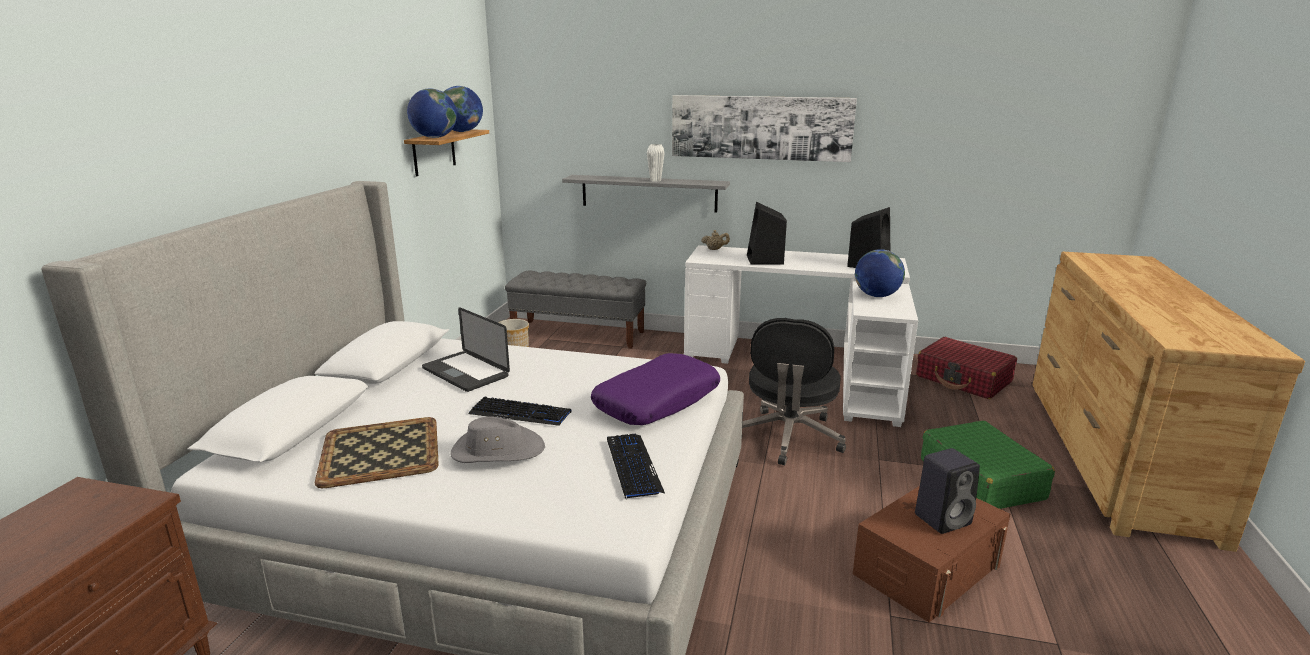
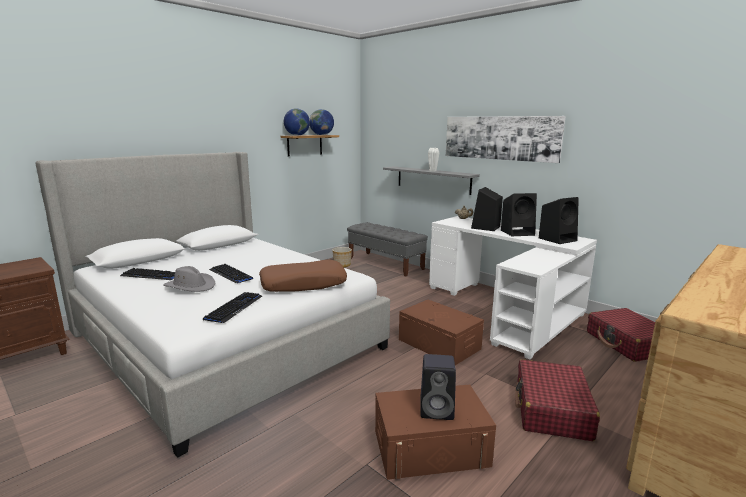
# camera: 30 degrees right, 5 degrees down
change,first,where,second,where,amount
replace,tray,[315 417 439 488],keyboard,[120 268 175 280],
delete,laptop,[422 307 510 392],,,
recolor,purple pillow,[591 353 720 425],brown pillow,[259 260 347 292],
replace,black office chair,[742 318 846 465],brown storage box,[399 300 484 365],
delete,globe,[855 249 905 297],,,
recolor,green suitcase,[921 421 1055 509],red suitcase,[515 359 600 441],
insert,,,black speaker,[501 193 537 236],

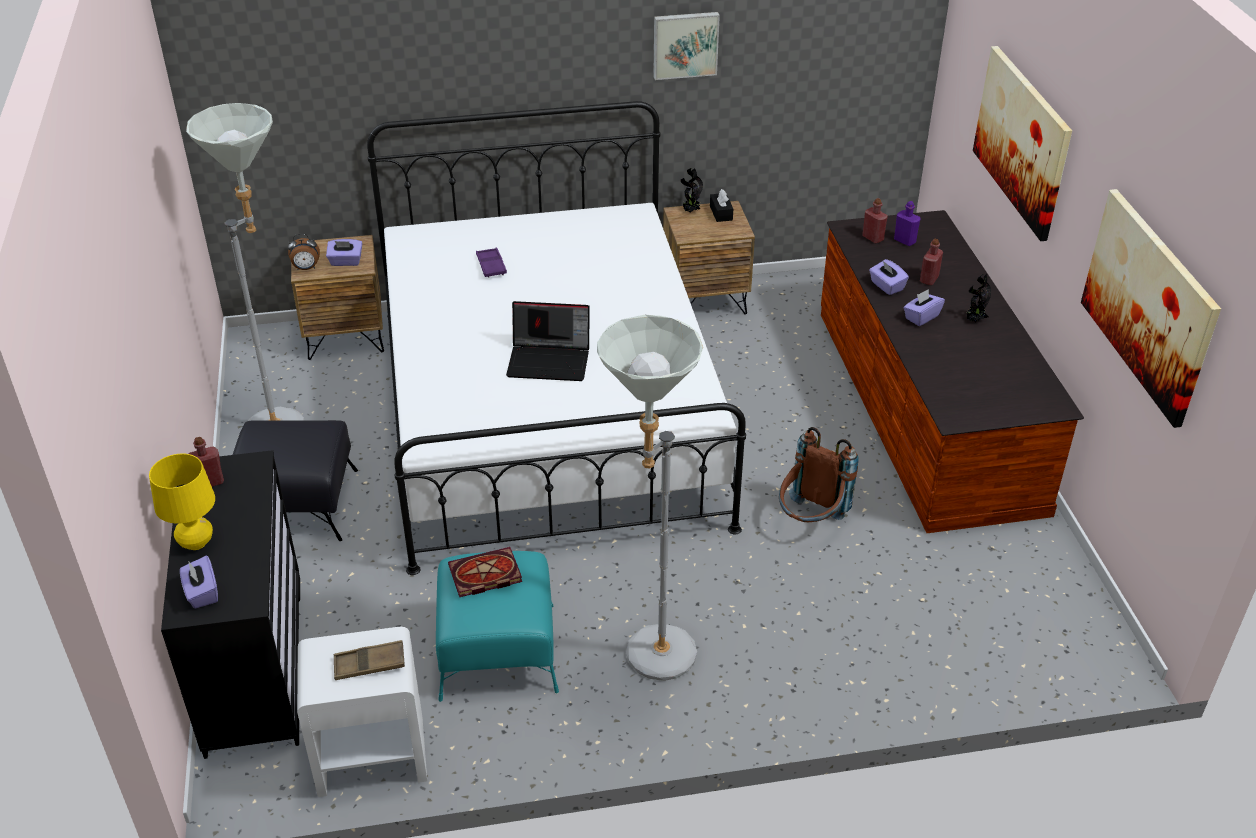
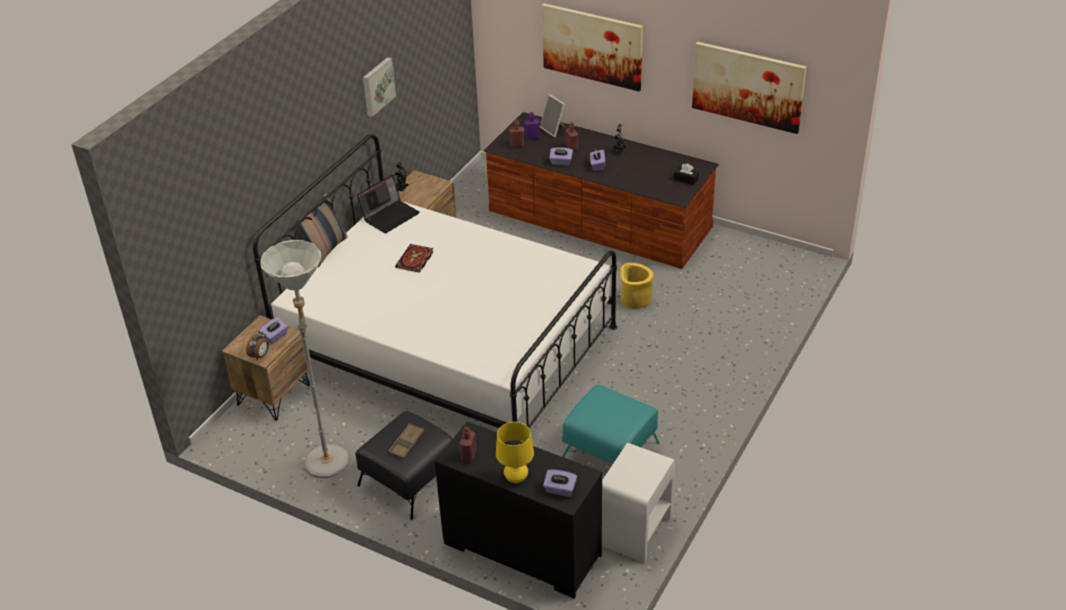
# camera: 50 degrees left, 0 degrees up
change,first,where,second,where,amount
move,brown tray,[333 640 405 680],,[388 423 424 459],
move,book,[448 547 522 597],,[395 244 434 273],
delete,purple tray,[476 248 507 278],,,
move,laptop,[506 301 590 381],,[357 175 420 233],
delete,grey floor lamp,[597 315 703 681],,,
move,black tissue box,[710 189 733 222],,[674 163 699 185],
replace,brown backpack,[779 427 859 522],yellow planter,[620 263 653 309],
insert,,,pillow,[296 193 348 267],
insert,,,picture frame,[540 94 566 137],

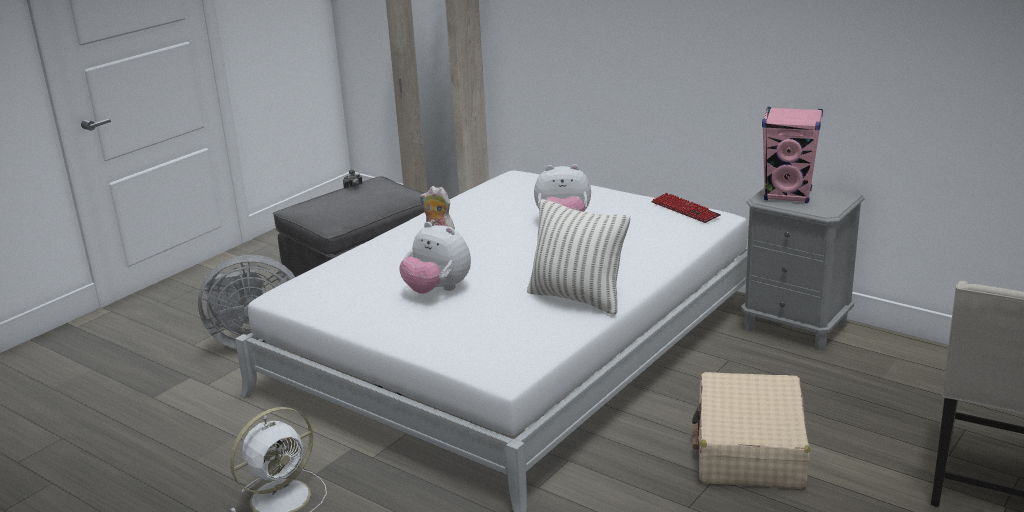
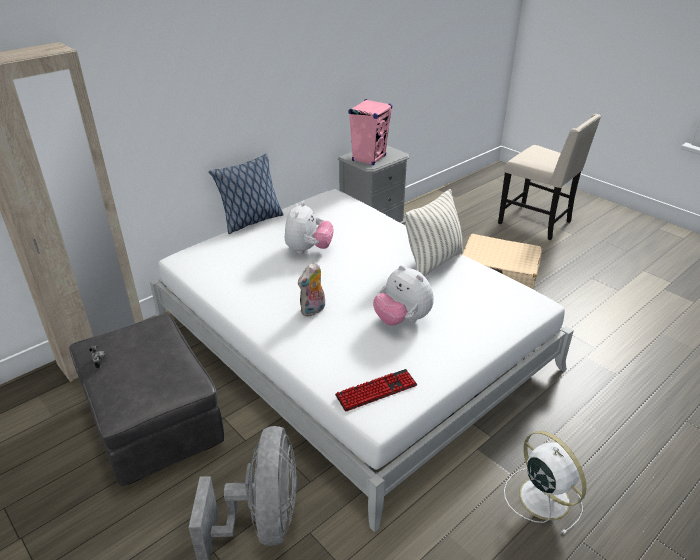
# camera: 80 degrees left, 10 degrees up
change,first,where,second,where,amount
rotate,plush toy,[399 222 471 294],,[373 265 434 326],90 degrees clockwise
move,keyboard,[651 193 721 223],,[335 369 417 412],
insert,,,pillow,[209 154 283 234],

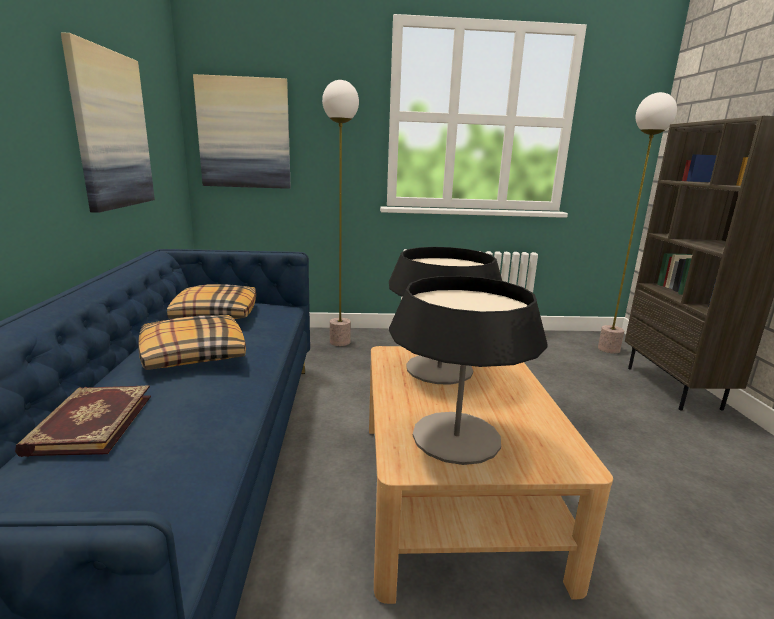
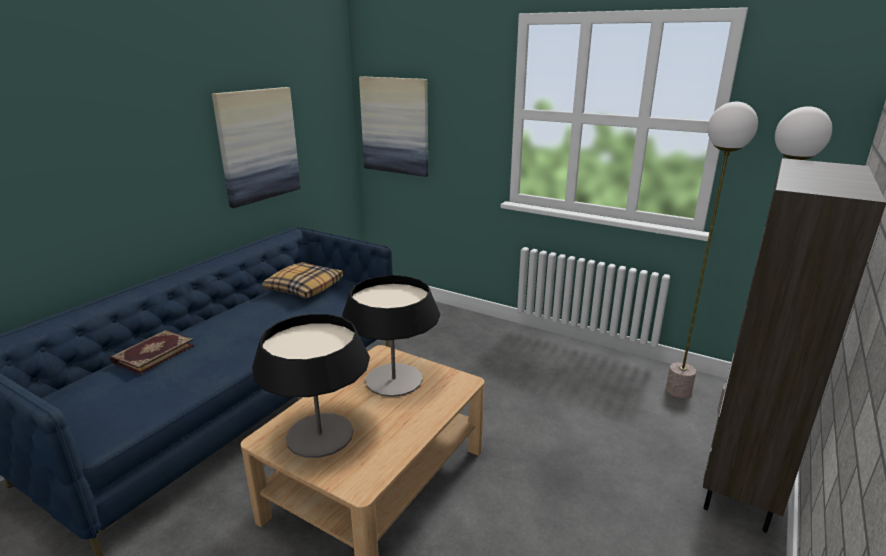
# camera: 35 degrees right, 5 degrees up
change,first,where,second,where,amount
delete,pillow,[138 315 246 370],,,
move,floor lamp,[322 80 359 346],,[666 102 758 398],

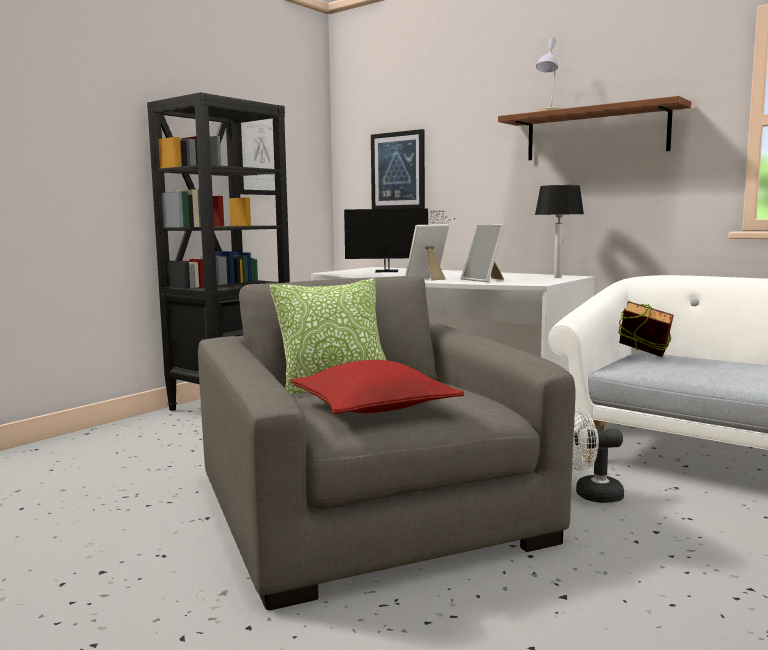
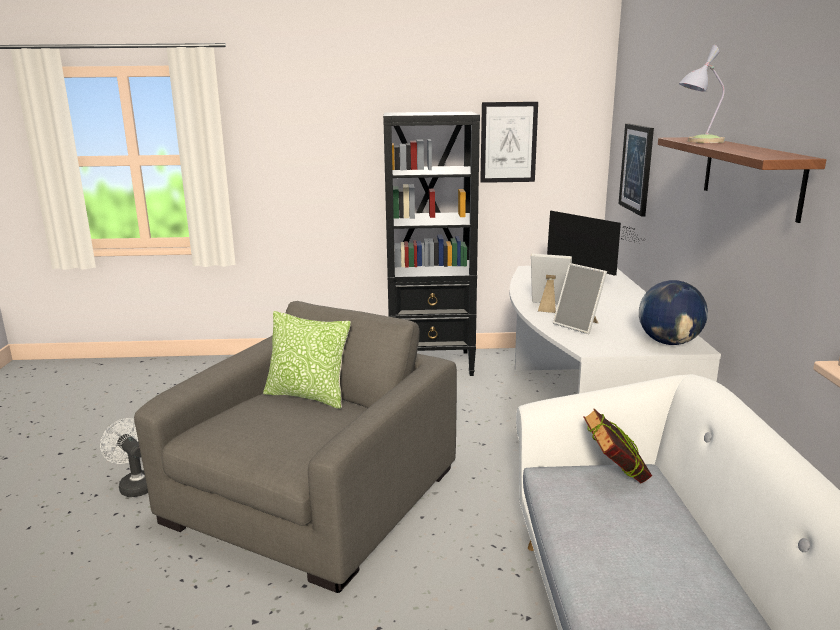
# camera: 50 degrees right, 10 degrees up
change,first,where,second,where,amount
delete,red pillow,[290 360 464 414],,,
rotate,picture frame,[461 224 505 282],,[553 263 607 334],60 degrees counterclockwise
replace,table lamp,[535 185 584 278],globe,[639 280 708 345],
move,white fan,[572 409 624 503],,[100 418 148 497],

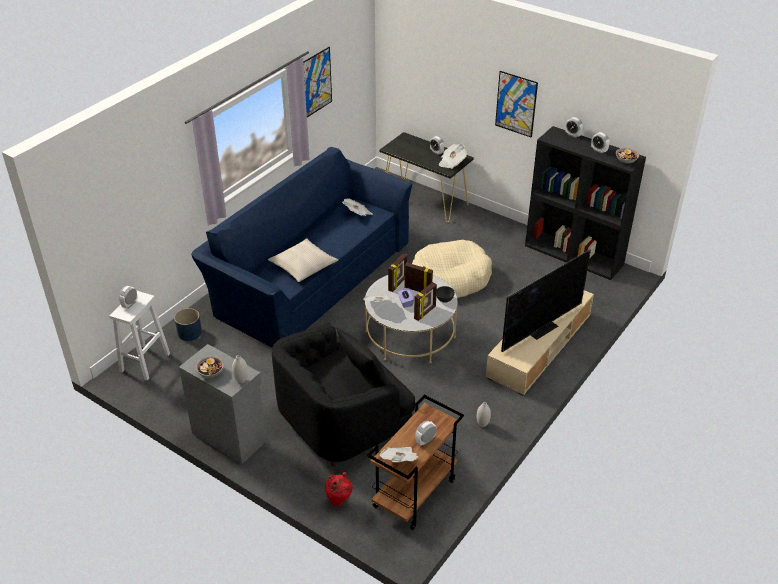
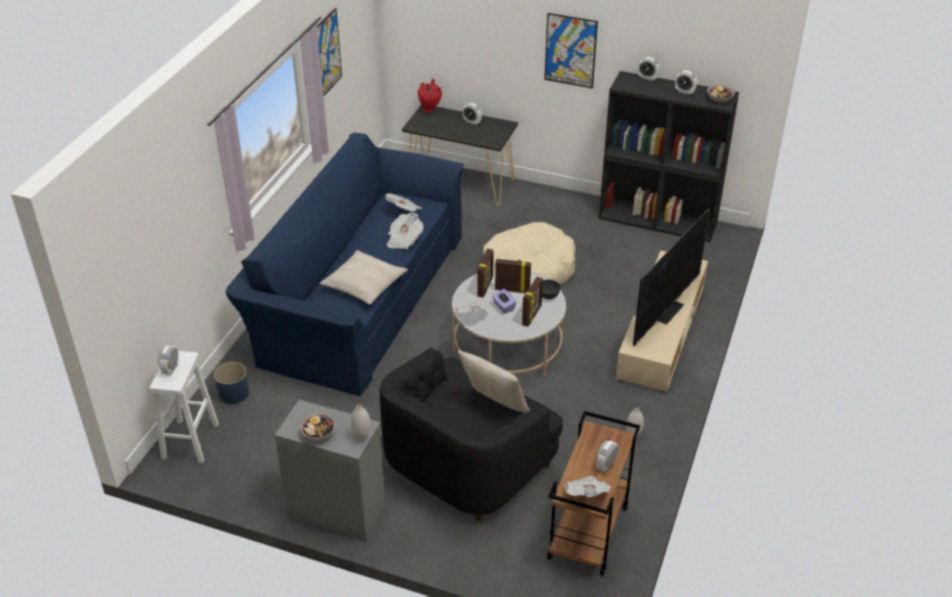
# camera: 15 degrees left, 0 degrees up
change,first,where,second,where,amount
move,red vase,[325 472 353 506],,[418 79 442 113],
recolor,black pillow,[336 328 388 386],beige pillow,[457 350 530 413],
move,newspaper,[439 144 467 169],,[387 213 423 249],

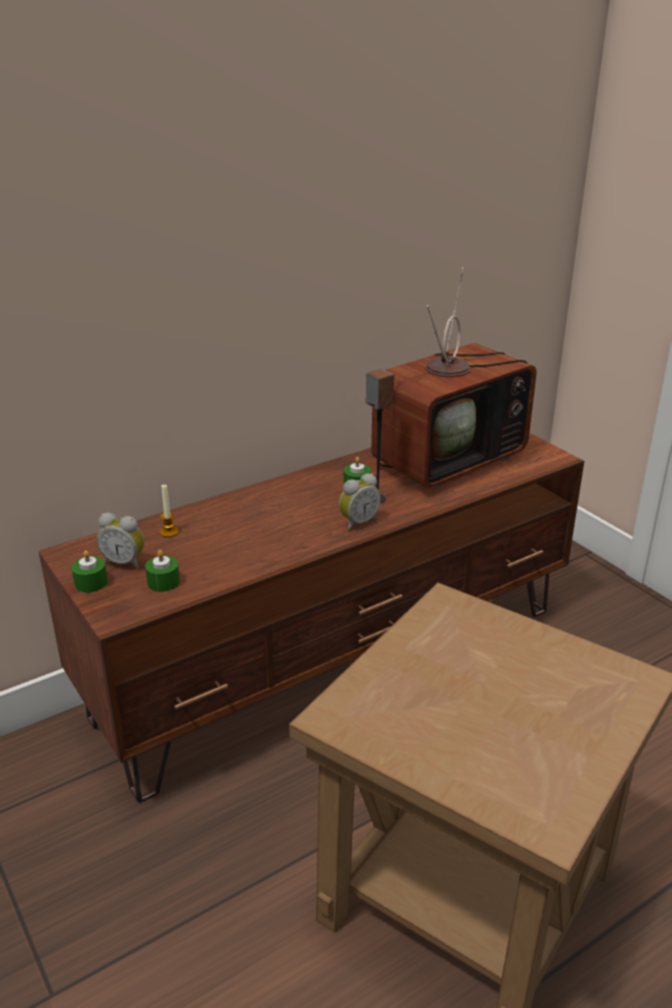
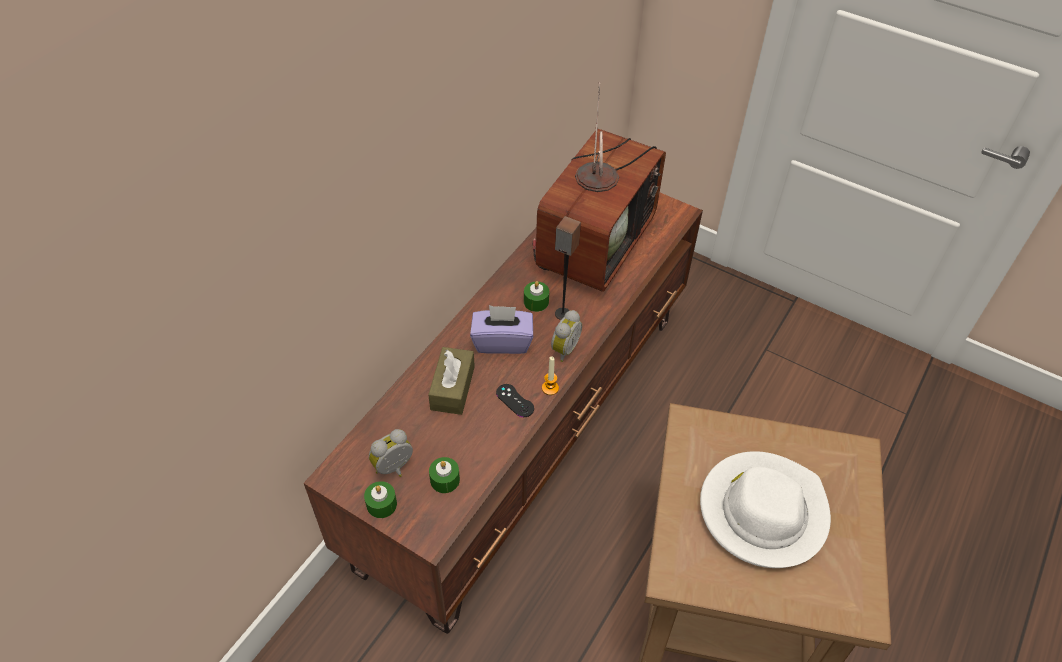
# camera: 25 degrees left, 20 degrees up
change,first,where,second,where,amount
rotate,alarm clock,[97 513 144 569],,[369 429 413 477],150 degrees clockwise
move,candle,[160 484 179 537],,[542 356 559 395],
insert,,,brown tissue box,[428 347 475 415],
insert,,,purple tissue box,[470 305 533 354],
insert,,,black game controller,[496 384 534 417],
insert,,,white hat,[700 451 831 568],

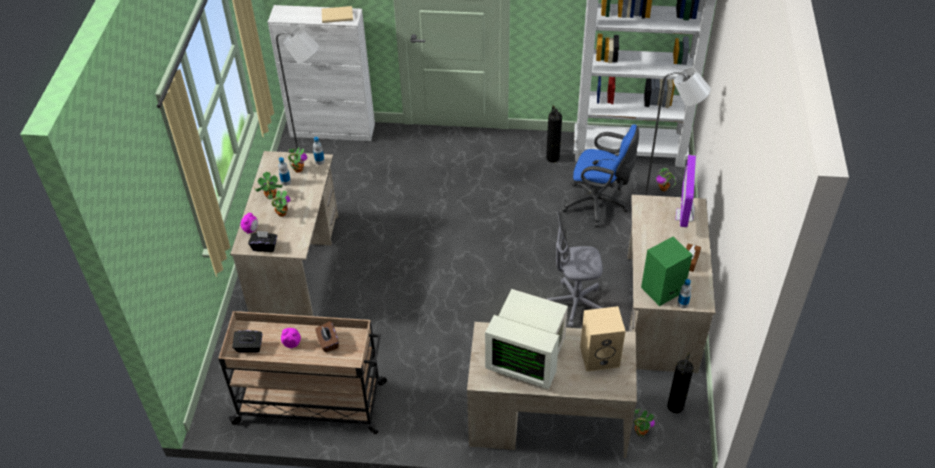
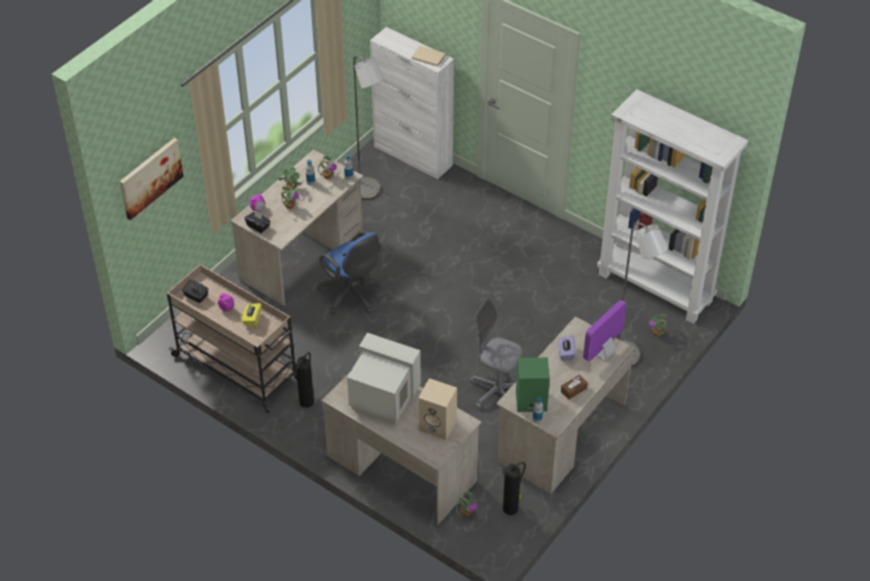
# camera: 30 degrees right, 0 degrees up
change,first,where,second,where,amount
recolor,brown tissue box,[315 321 339 352],yellow tissue box,[242 303 262 327],
rotate,monitor,[485 289 568 389],,[347 333 421 424],150 degrees clockwise
move,fire extinguisher,[546 105 562 163],,[295 352 314 408],
move,blue office chair,[561 124 639 227],,[316 231 381 315],
insert,,,picture,[120 138 184 220],
insert,,,purple tissue box,[558 336 575 361],

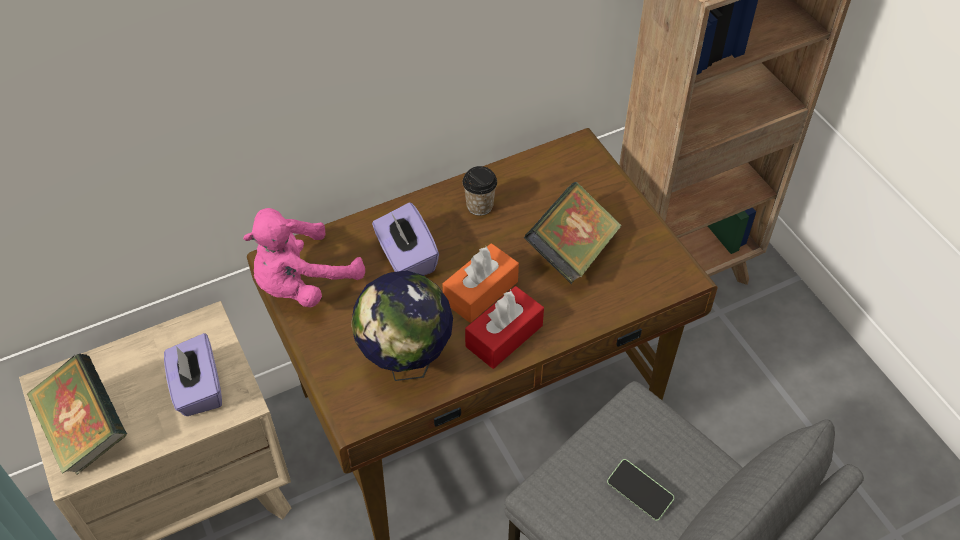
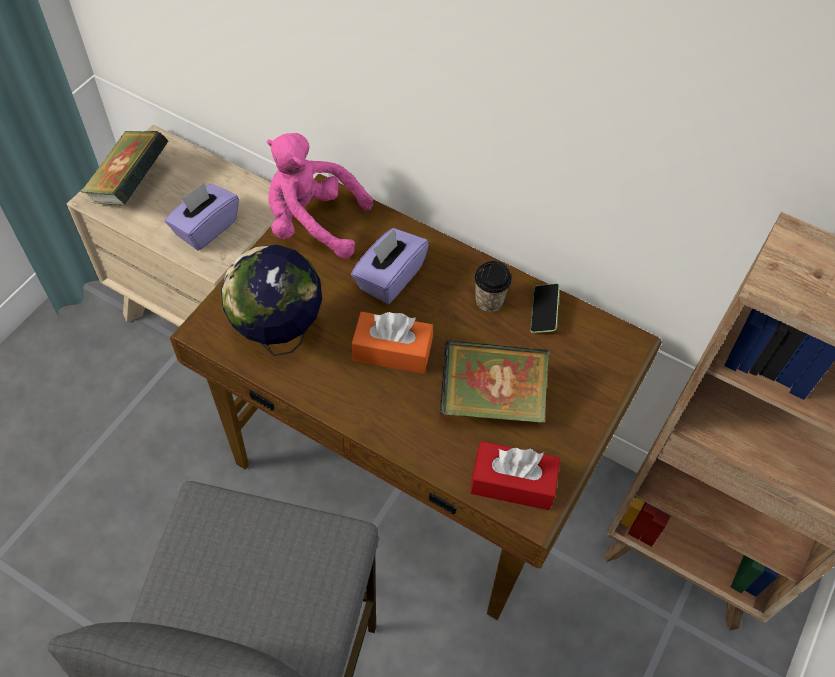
# camera: 55 degrees right, 5 degrees up
change,first,where,second,where,amount
move,red tissue box,[465 286 544 369],,[471 441 560 510],
move,phone,[607 459 674 521],,[530 283 560 333],

